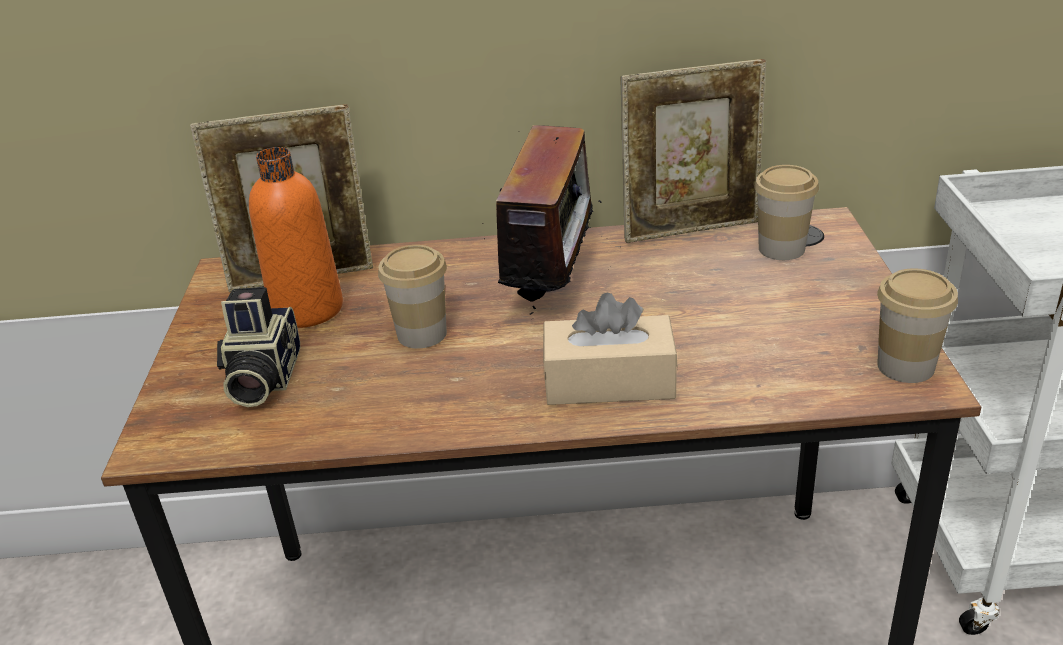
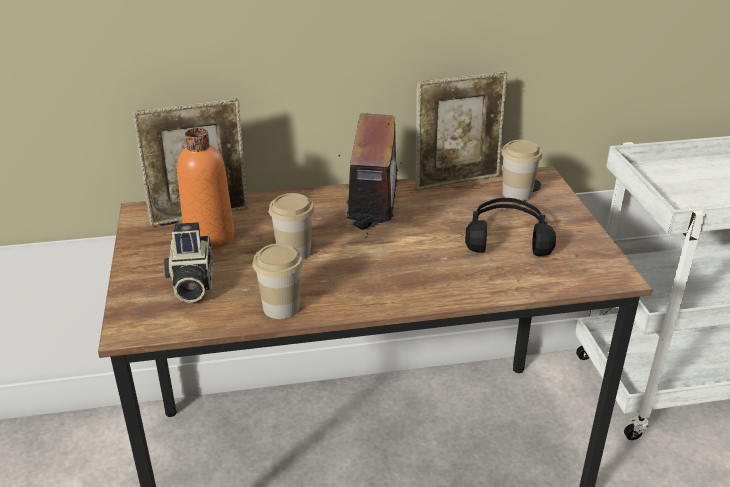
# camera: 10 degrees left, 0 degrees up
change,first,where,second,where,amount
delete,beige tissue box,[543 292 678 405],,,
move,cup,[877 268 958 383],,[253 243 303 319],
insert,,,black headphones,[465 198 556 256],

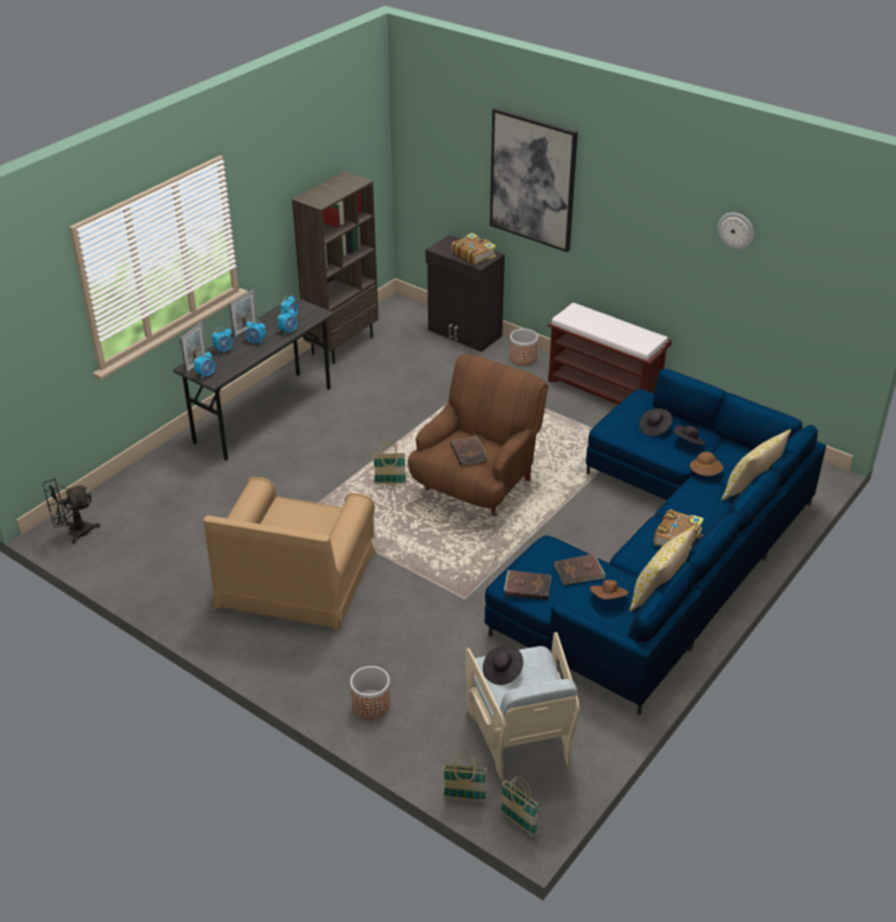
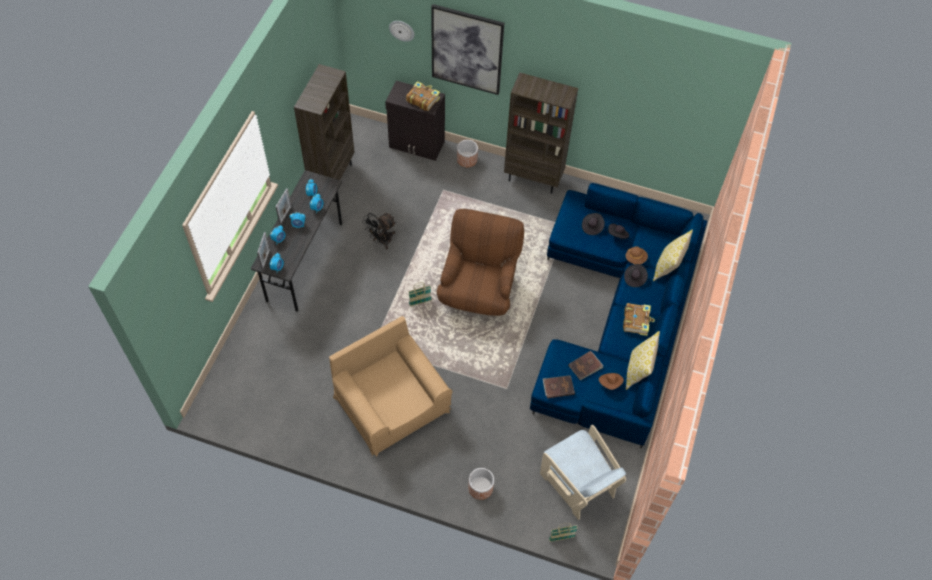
# camera: 20 degrees left, 20 degrees up
change,first,where,second,where,amount
move,black fan,[43 478 100 544],,[362 213 396 249],
rotate,brown armchair,[204 477 376 632],,[329 316 453 457],150 degrees clockwise
delete,brown book,[450 435 488 466],,,
move,black hat,[483 646 523 685],,[624 264 648 287],
delete,basket,[501 776 539 836],,,
replace,brown bench,[548 303 672 404],brown bookcase,[504 73 578 194],
move,wall clock,[718 212 754 250],,[389 21 414 42],

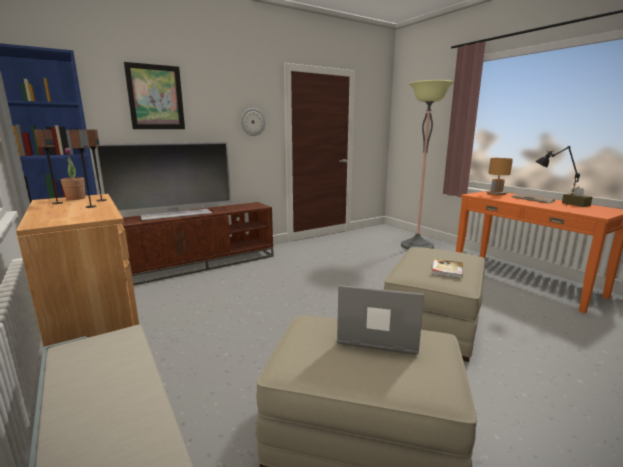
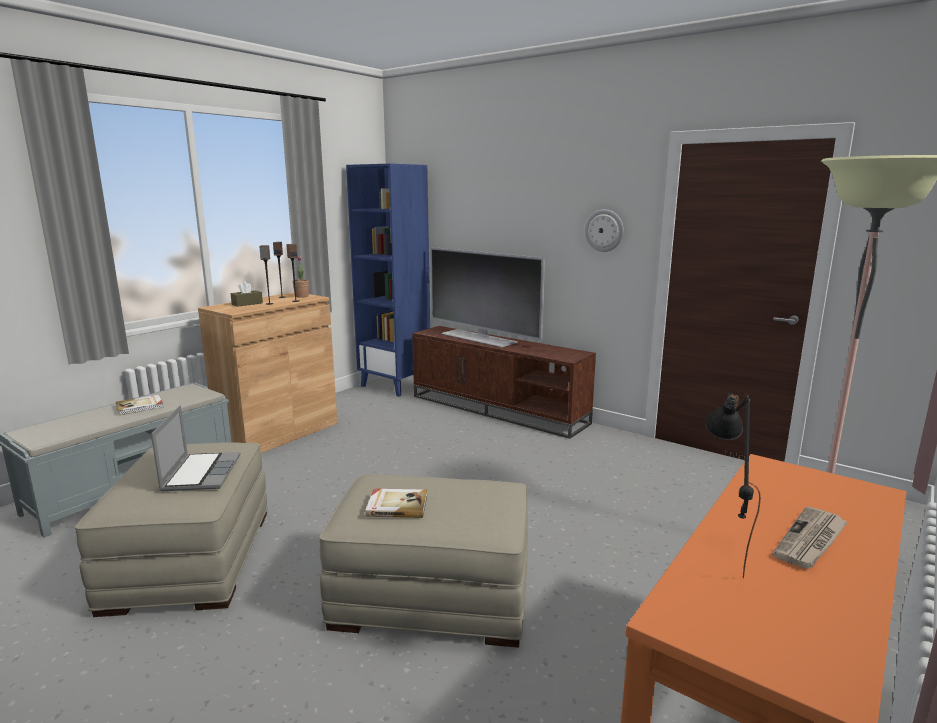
# camera: 70 degrees right, 0 degrees up
change,first,where,second,where,amount
delete,picture,[124 62 185 129],,,
delete,brown table lamp,[485 158 513 196],,,
move,brown tissue box,[562 187 593 207],,[230 281 263 307],
insert,,,book,[116 395 164 415],

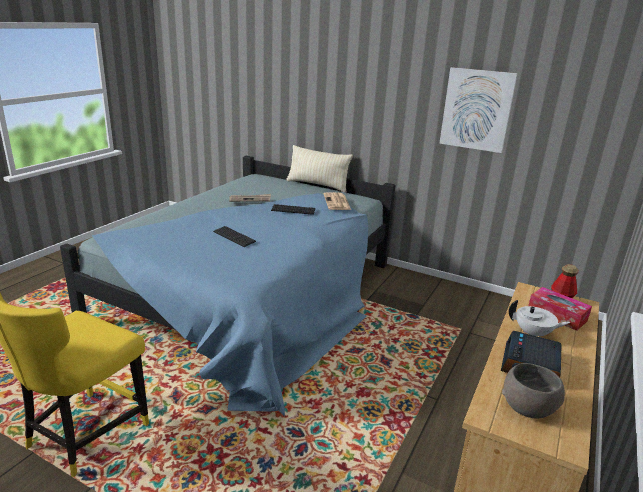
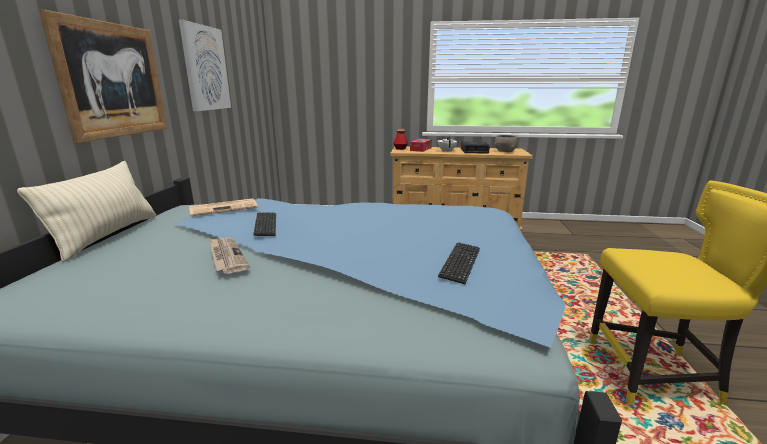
# camera: 110 degrees left, 5 degrees down
change,first,where,second,where,amount
move,keyboard,[213 226 256 247],,[438 242 480 284],
insert,,,picture,[39 9 168 143],

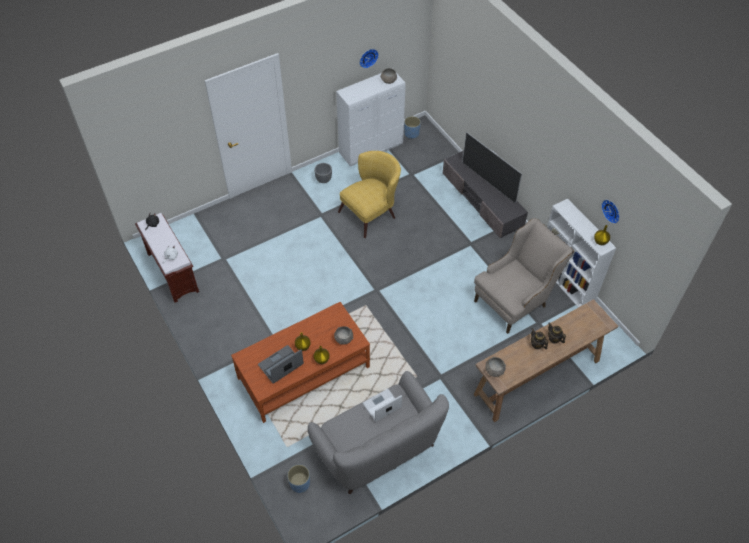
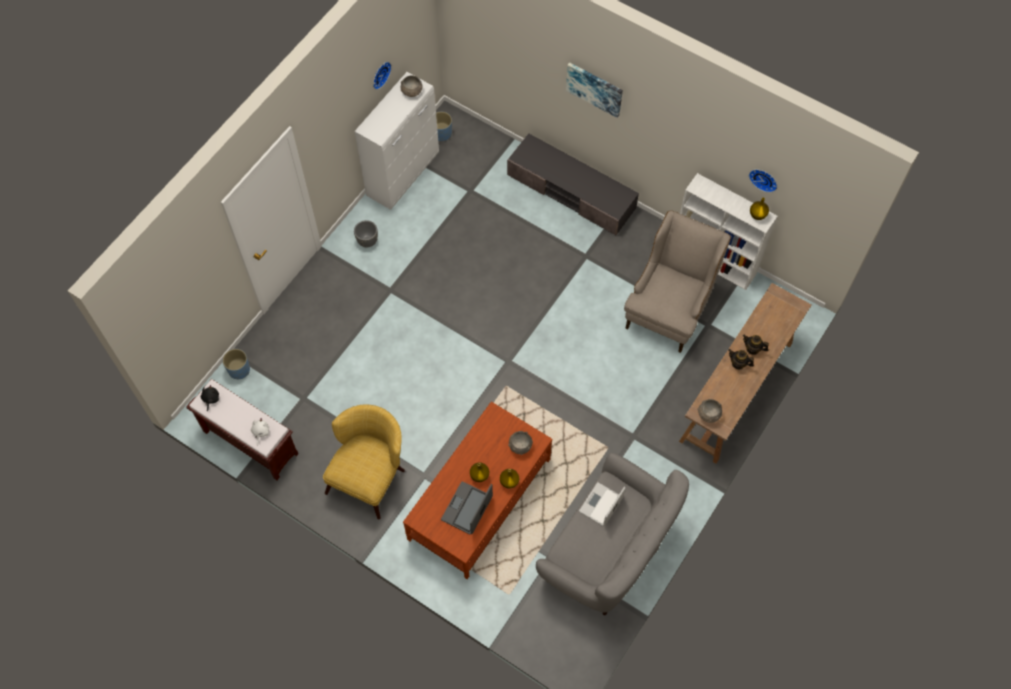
# camera: 25 degrees left, 10 degrees up
change,first,where,second,where,amount
move,blue planter,[287 465 310 493],,[223 349 250 379],
move,yellow armchair,[338 151 401 238],,[323 405 405 520],
delete,television,[462 132 522 204],,,
insert,,,picture,[566 63 623 118],

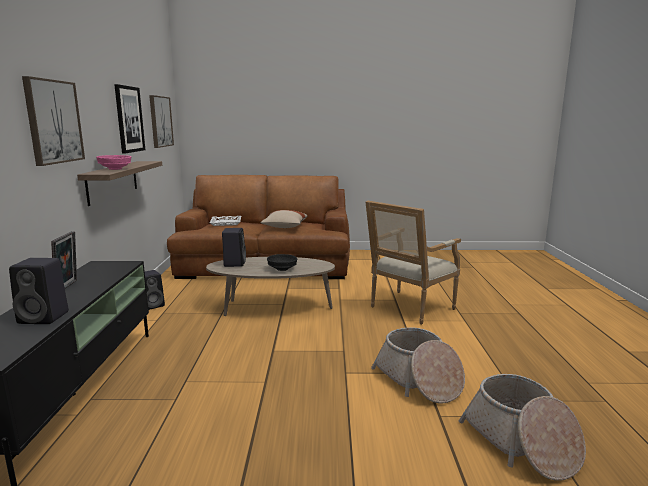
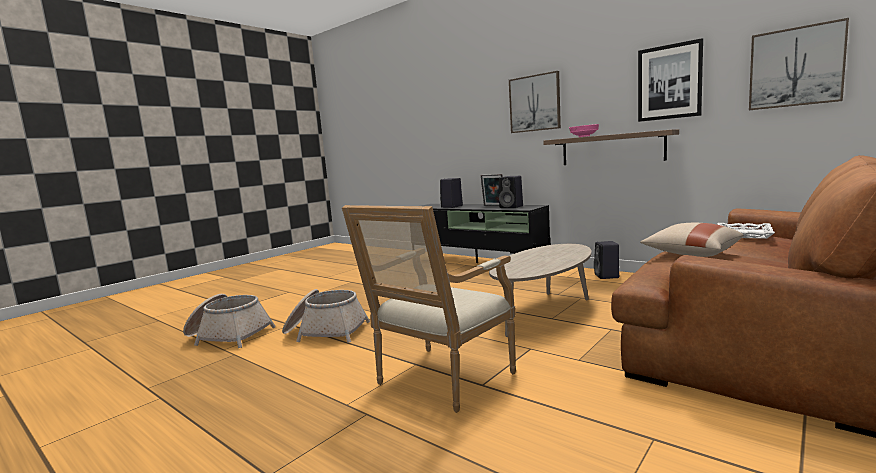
# camera: 130 degrees right, 5 degrees down
change,first,where,second,where,amount
move,black speaker,[222 228 246 267],,[499 176 523 208],
delete,black bowl,[267 254 297 271],,,
rotate,armchair,[366 200 461 324],,[342 205 516 413],135 degrees counterclockwise

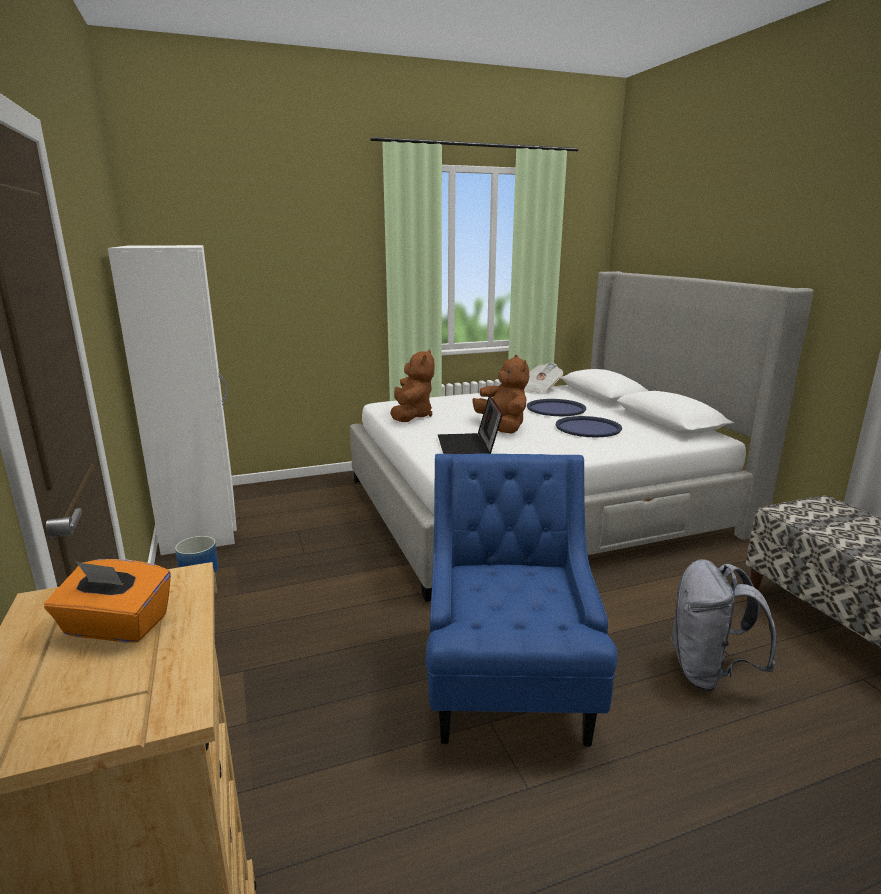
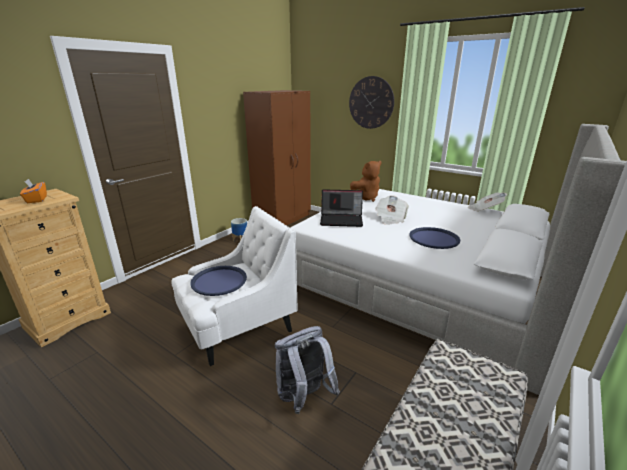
# camera: 55 degrees right, 5 degrees up
change,first,where,second,where,amount
recolor,white wardrobe,[108 245 237 555],brown wardrobe,[243 90 311 226],
recolor,blue armchair,[425 453 618 746],white armchair,[171 206 298 366],
rotate,laptop,[438 395 503 454],,[320 189 363 227],135 degrees counterclockwise
replace,brown plush toy,[472 355 529 434],newspaper,[375 195 409 225],
move,blue tray,[527 399 586 416],,[190 266 247 296],
insert,,,wall clock,[349 76 394 129],

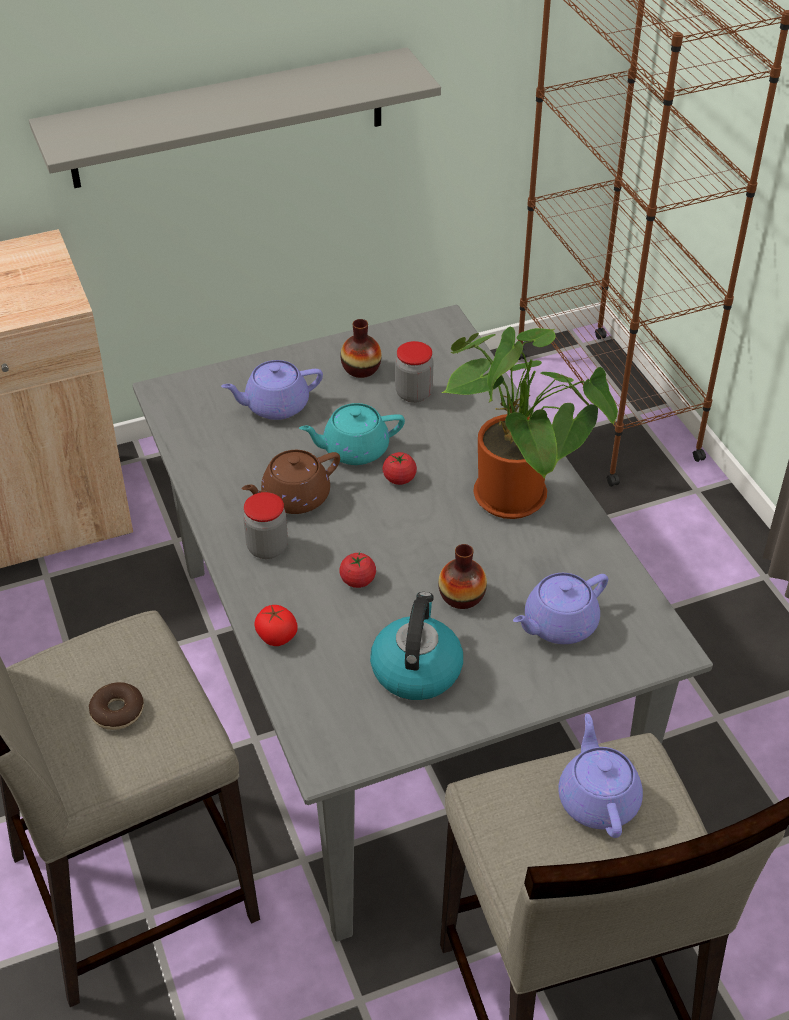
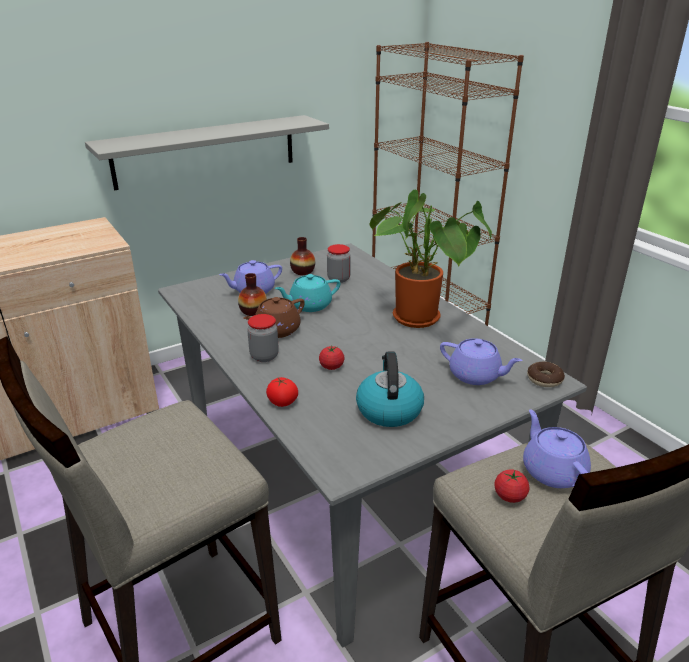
# camera: 10 degrees left, 15 degrees down
change,first,where,second,where,amount
move,donut,[89 682 144 730],,[527 362 565 387],
move,tomato,[383 452 417 485],,[494 469 529 503],
move,vase,[438 544 487 609],,[238 273 267 316],
rotate,purple teapot,[513 573 608 644],,[440 338 522 385],105 degrees counterclockwise

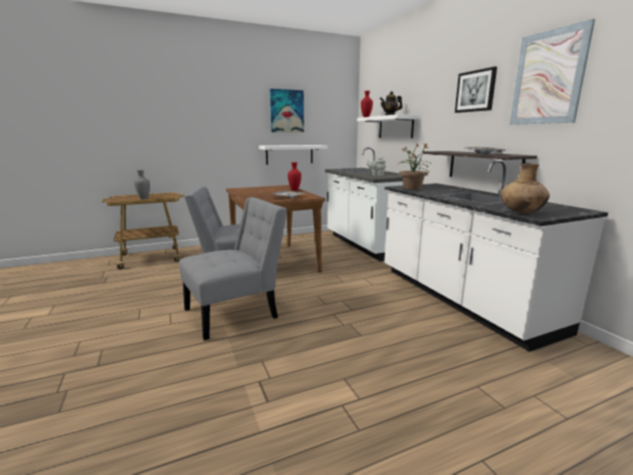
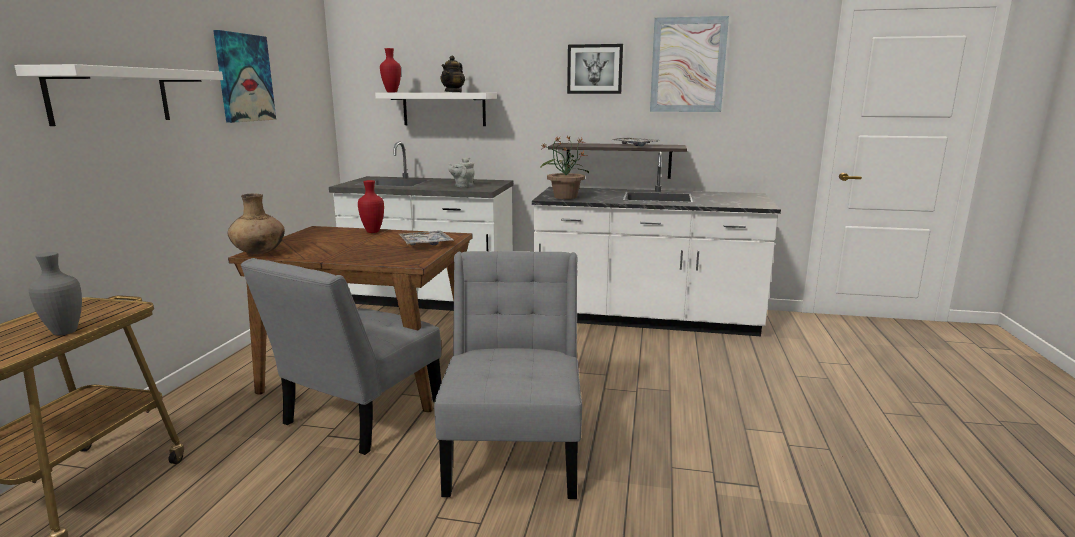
# camera: 55 degrees left, 0 degrees up
change,first,where,second,where,amount
move,white shelf,[259 145 327 165],,[14 64 223 126],
move,brown vase,[501 163 550 213],,[228 194 285 254],

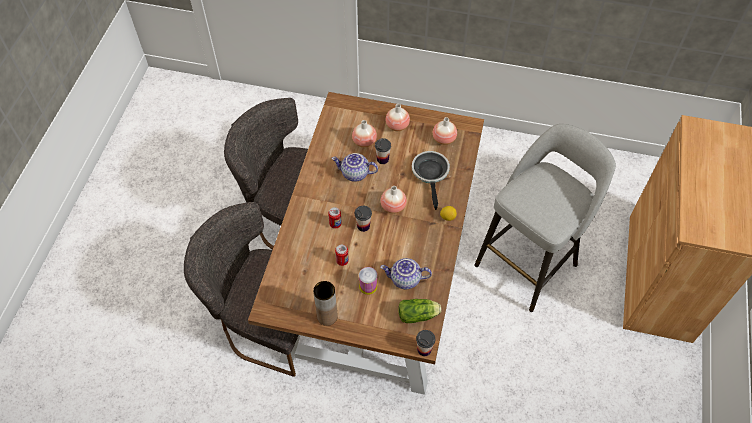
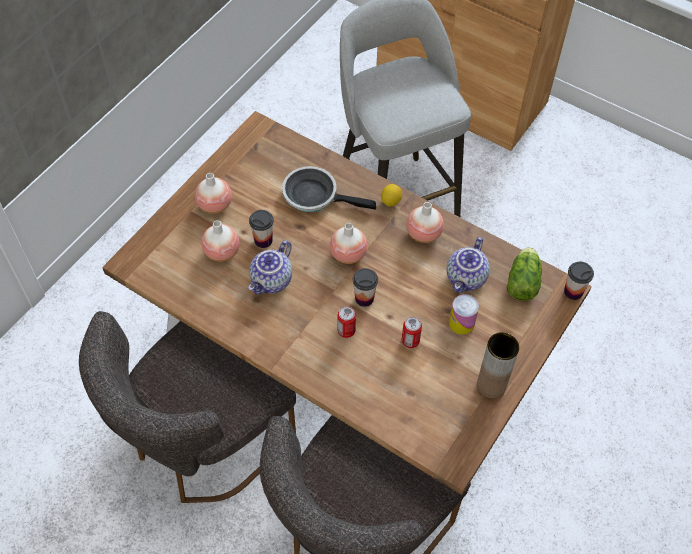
# camera: 70 degrees left, 0 degrees up
change,first,where,second,where,amount
move,vase,[433 117 457 145],,[406 202 444 243],

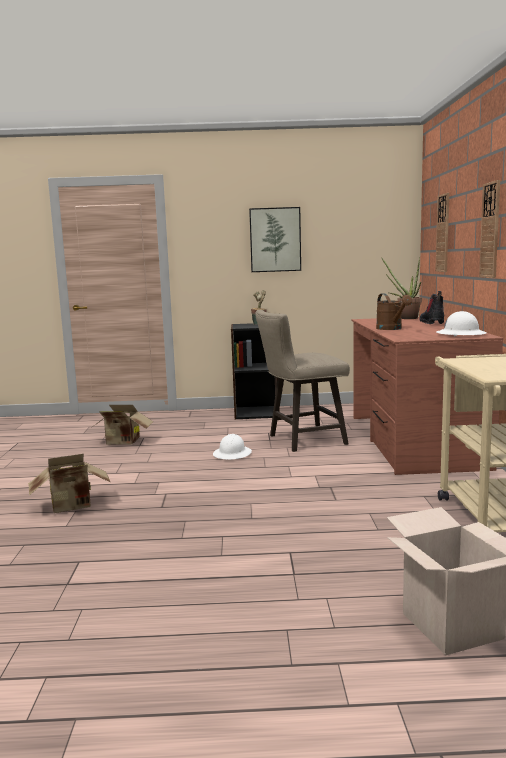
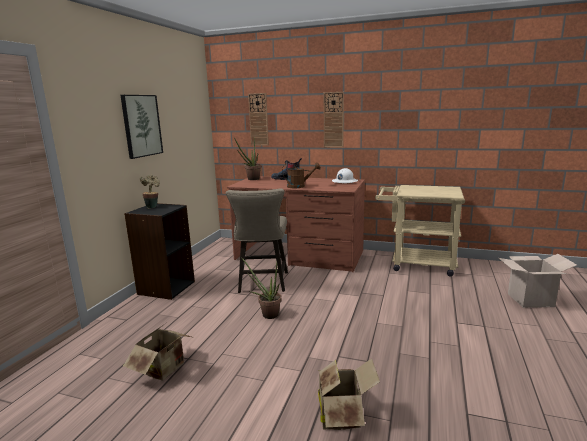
# camera: 70 degrees left, 5 degrees up
change,first,where,second,where,amount
replace,white hard hat,[213 434 252 460],potted plant,[241 257 281 319],

